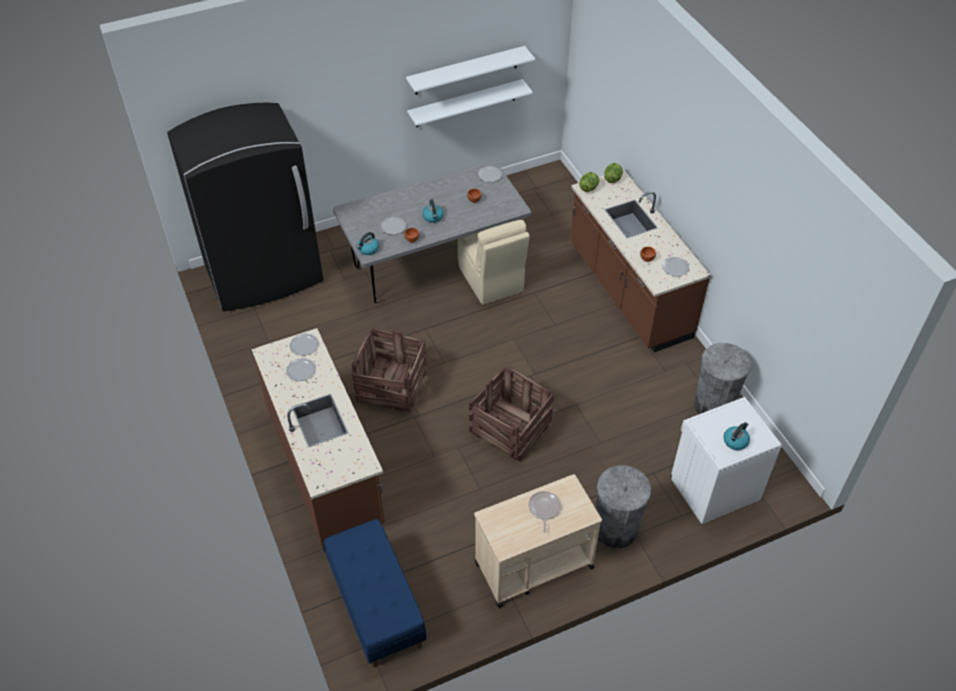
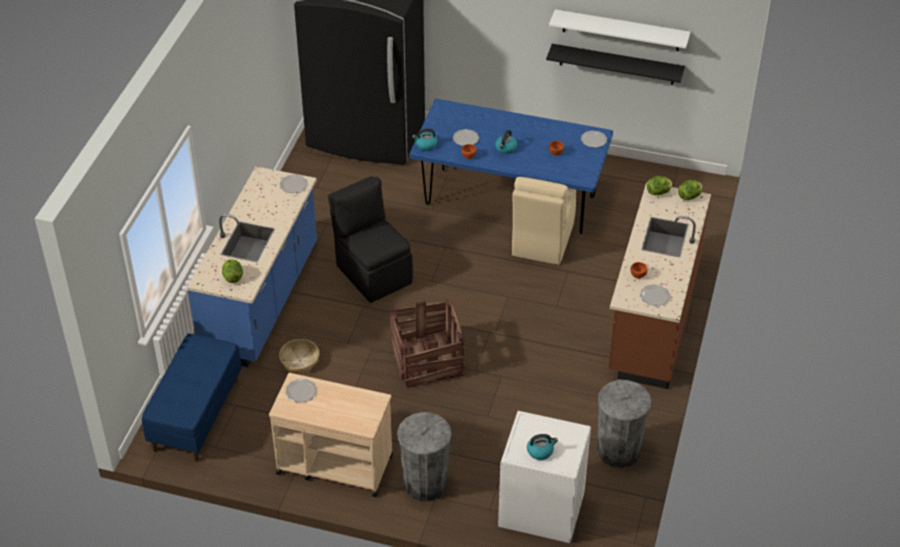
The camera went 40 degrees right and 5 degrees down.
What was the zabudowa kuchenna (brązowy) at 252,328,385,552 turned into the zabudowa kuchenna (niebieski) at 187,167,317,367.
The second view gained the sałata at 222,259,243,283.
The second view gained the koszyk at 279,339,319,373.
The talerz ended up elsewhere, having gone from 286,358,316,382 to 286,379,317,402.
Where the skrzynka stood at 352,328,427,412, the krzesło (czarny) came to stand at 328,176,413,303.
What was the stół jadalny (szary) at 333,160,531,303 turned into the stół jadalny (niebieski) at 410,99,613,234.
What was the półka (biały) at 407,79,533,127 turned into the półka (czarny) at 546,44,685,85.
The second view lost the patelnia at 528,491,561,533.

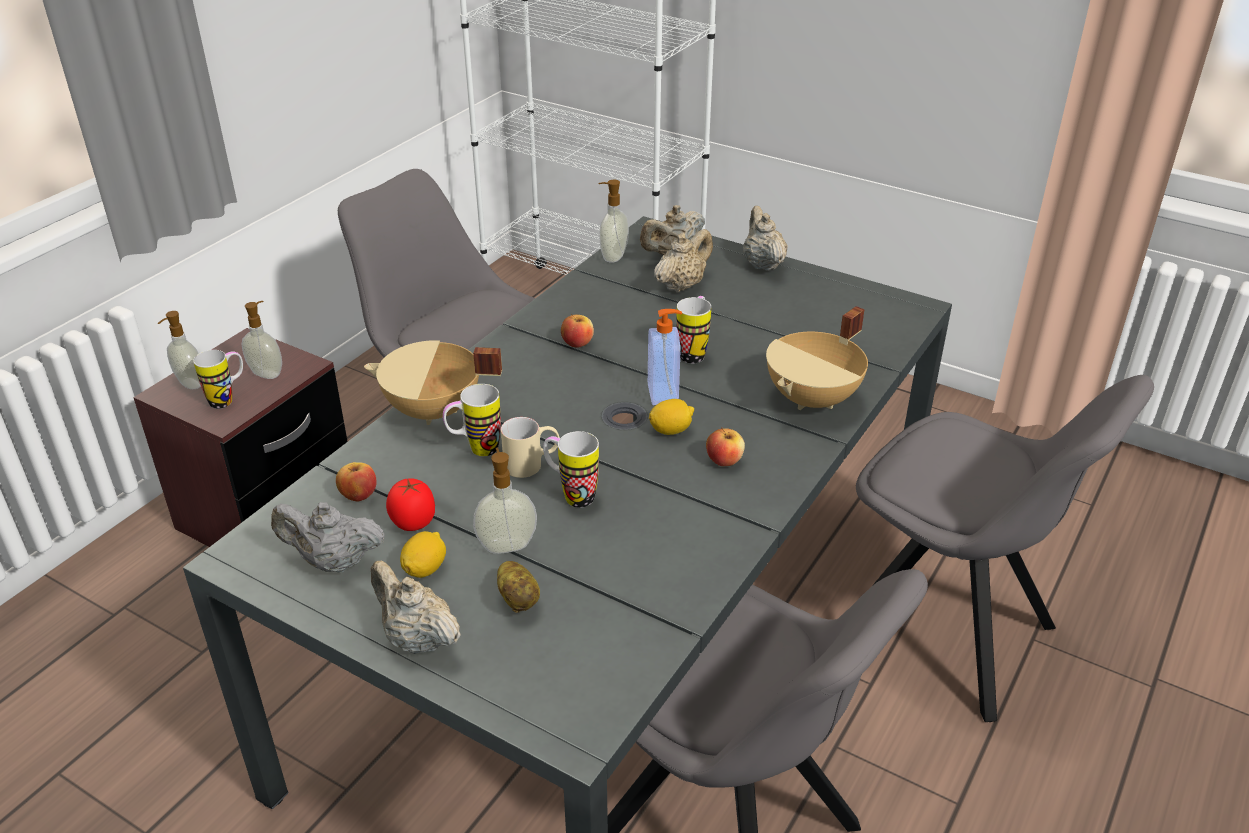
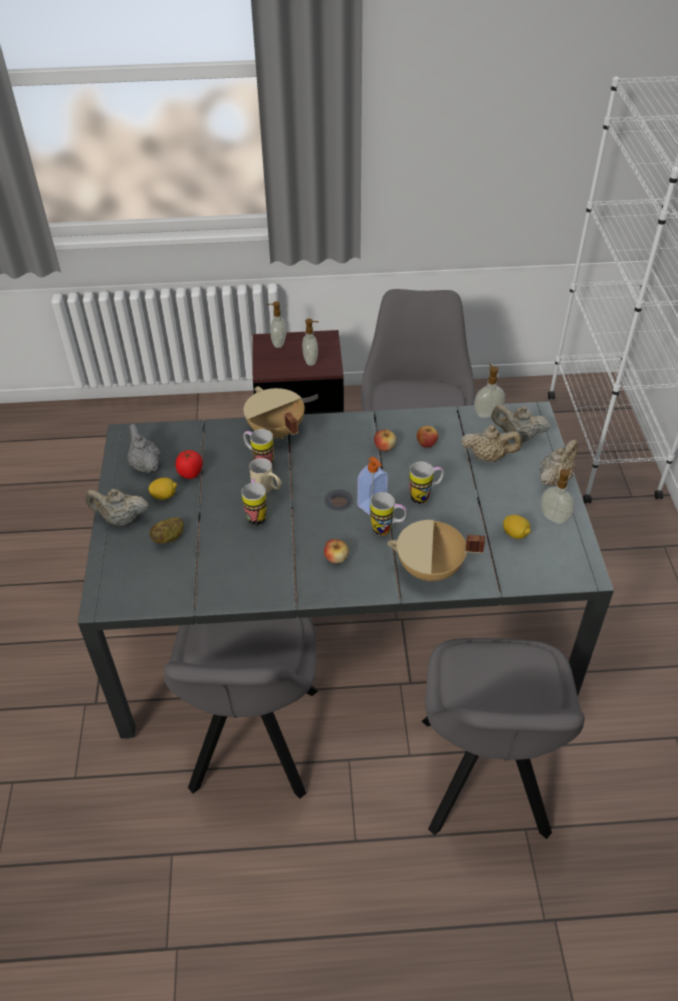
The camera went 55 degrees right and 10 degrees up.
The imbryk (beżowy) at 371,561,461,654 ended up facing another way, 90 degrees counterclockwise from before.
The kubek ended up elsewhere, having gone from 193,350,243,409 to 370,492,407,536.
The jabłko ended up elsewhere, having gone from 336,462,377,501 to 416,426,438,448.
The cytryna ended up elsewhere, having gone from 649,399,694,435 to 503,515,531,539.
The dozownik mydła ended up elsewhere, having gone from 473,447,537,554 to 540,467,575,524.

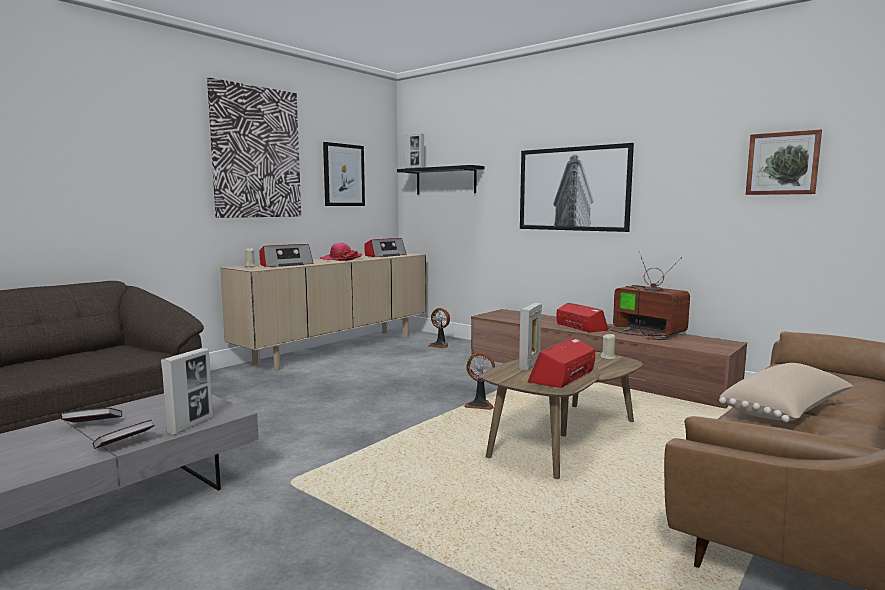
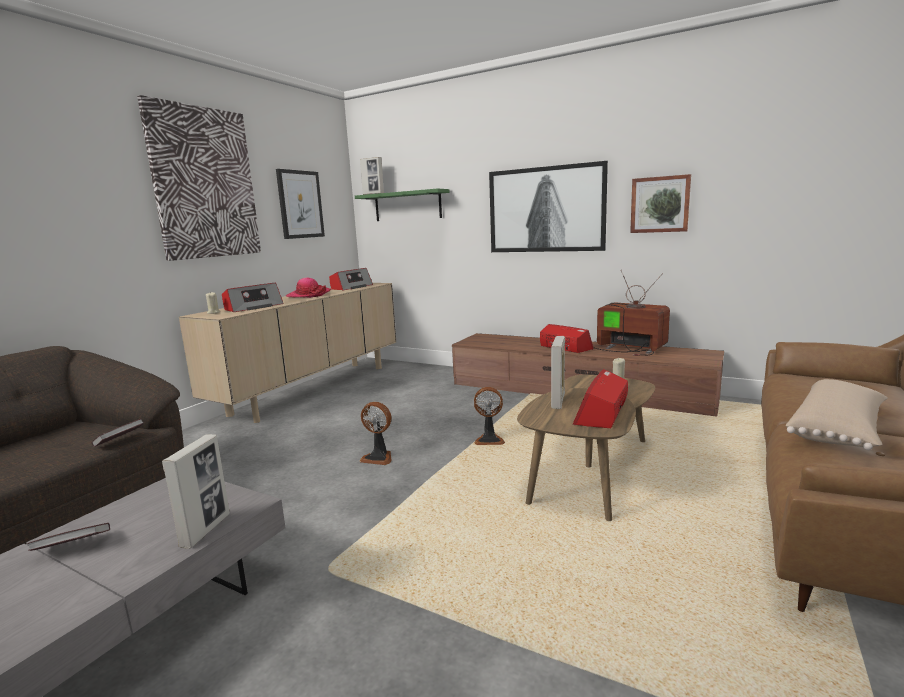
The camera went 10 degrees left and 5 degrees up.
The książka ended up elsewhere, having gone from 93,420,154,449 to 92,418,144,447.
What was the półka (czarny) at 397,165,484,194 turned into the półka (zielony) at 355,189,450,221.
The wentylator ended up elsewhere, having gone from 428,308,450,348 to 360,402,391,465.
The obraz ended up elsewhere, having gone from 746,130,822,195 to 630,174,691,233.

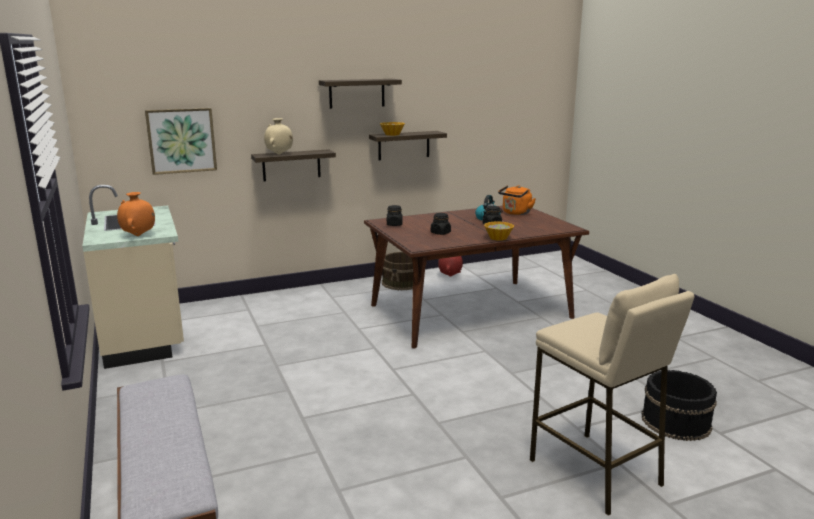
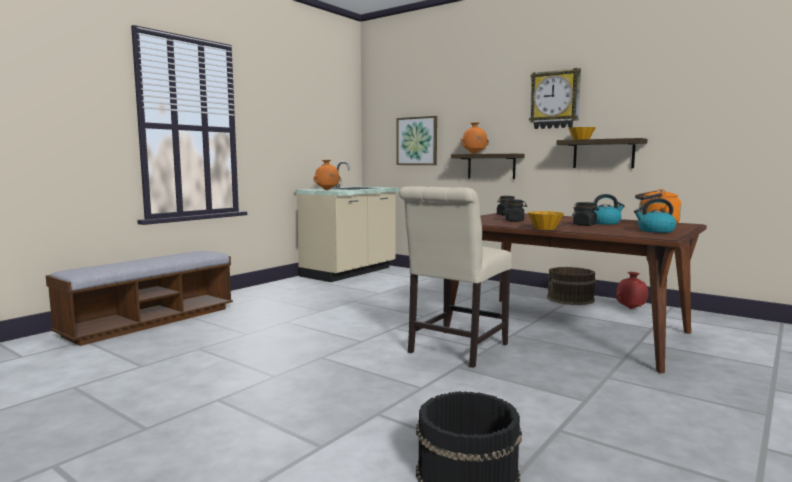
The camera went 60 degrees right and 10 degrees down.
The second view gained the krzesło (beżowy) at 399,186,512,368.
What was the wazon (beżowy) at 264,118,293,155 turned into the wazon (pomarańczowy) at 460,122,489,154.
Where the półka hung at 319,79,402,109, the zegar ścienny came to hang at 529,68,581,129.
The second view gained the czajnik at 634,198,677,233.
The second view lost the stołek (beżowy) at 530,274,694,516.

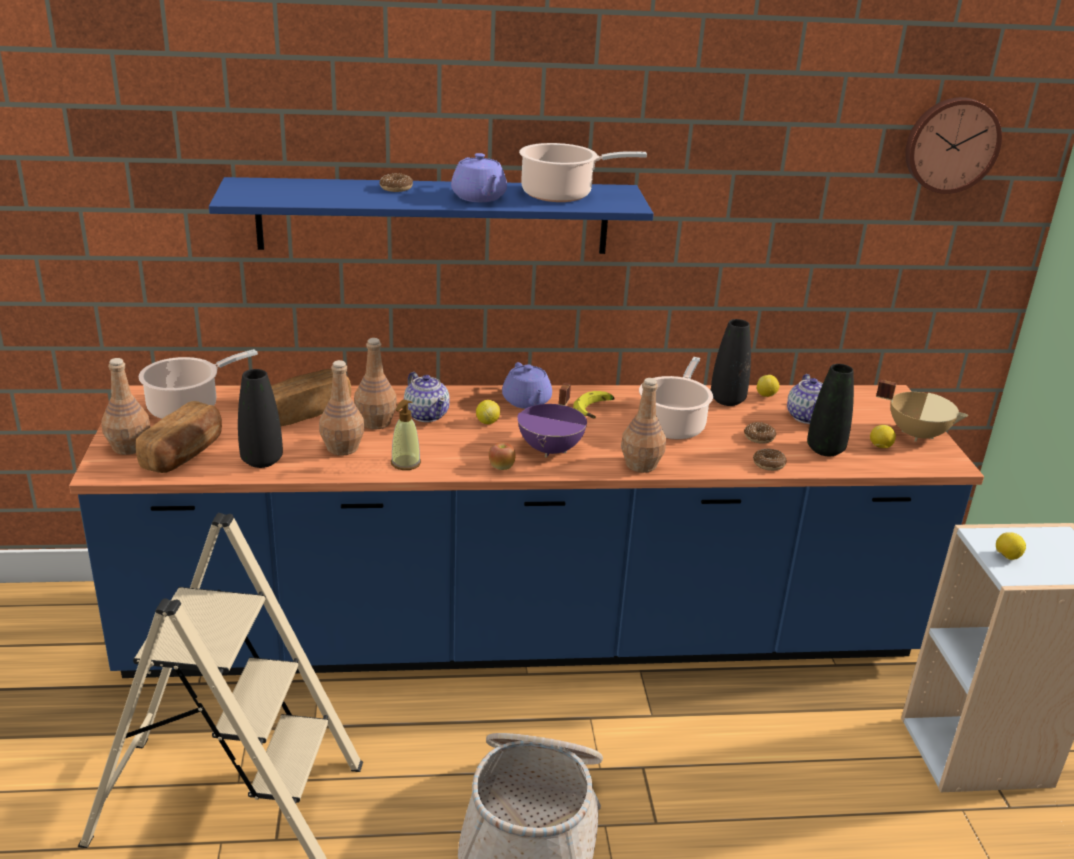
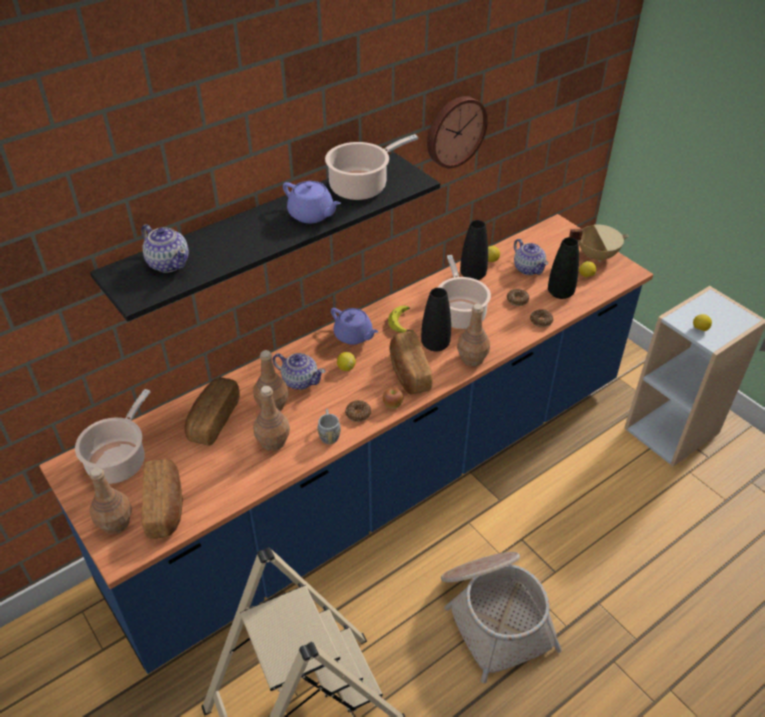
The camera went 30 degrees left and 15 degrees up.
What was the półka (niebieski) at 209,177,654,254 turned into the półka (czarny) at 90,153,440,322.
The second view gained the imbryk at 141,224,189,273.
Where the dozownik mydła stood at 391,400,421,470, the kubek (szary) came to stand at 318,409,341,444.
The donut ended up elsewhere, having gone from 379,173,413,192 to 345,400,371,422.
Where the garnek (fioletowy) stood at 517,382,587,458, the chleb came to stand at 390,331,433,394.
The wazon (czarny) ended up elsewhere, having gone from 238,369,283,468 to 421,288,451,352.
The zegar ścienny ended up elsewhere, having gone from 905,97,1002,194 to 427,96,488,168.

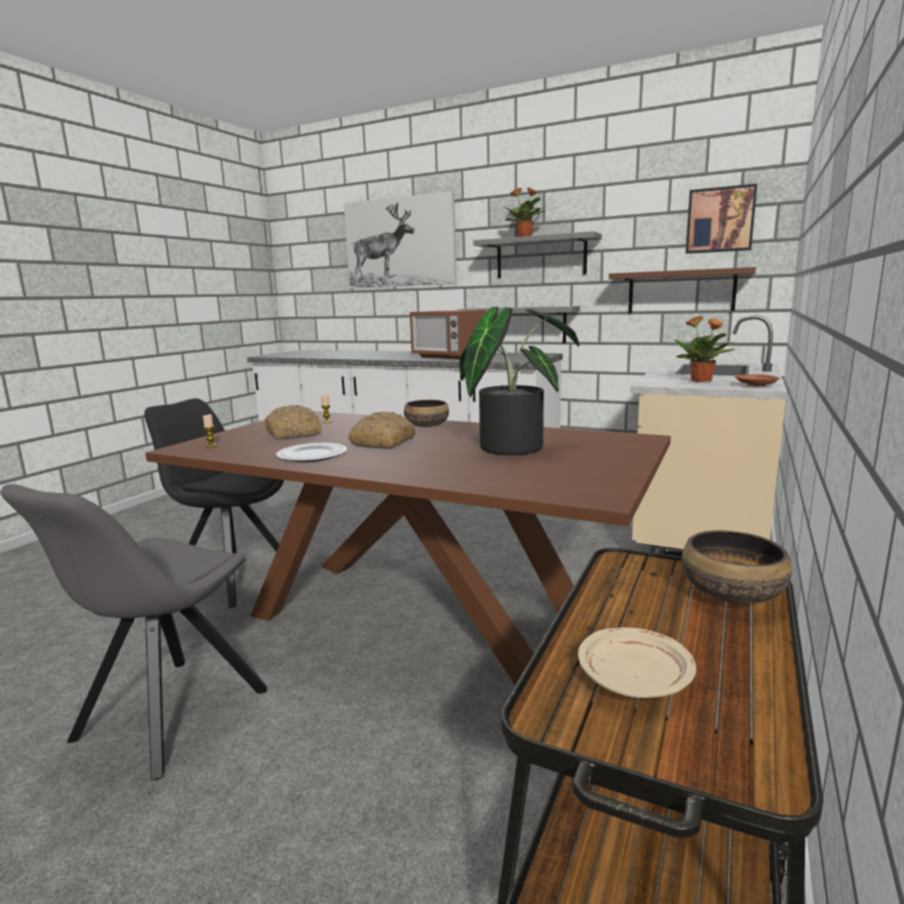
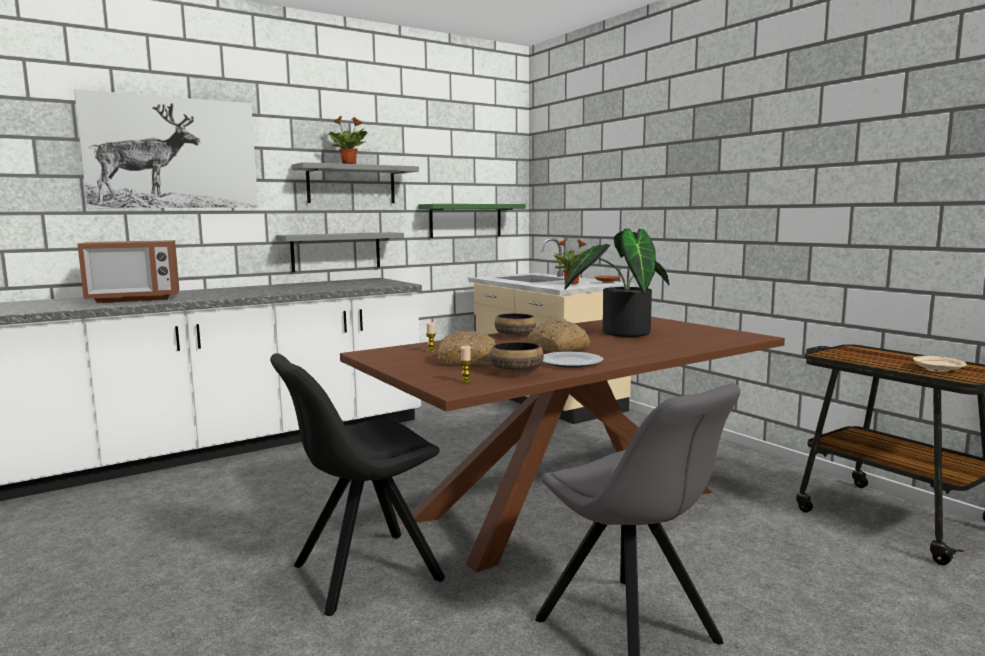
The camera went 60 degrees left and 5 degrees down.
The mikrofalówka ended up elsewhere, having gone from 410,310,485,359 to 78,240,179,303.
What was the półka (brązowy) at 609,267,756,313 turned into the półka (zielony) at 418,204,526,238.
The miska ended up elsewhere, having gone from 682,530,792,604 to 490,342,544,374.
The second view lost the obraz at 686,184,757,254.

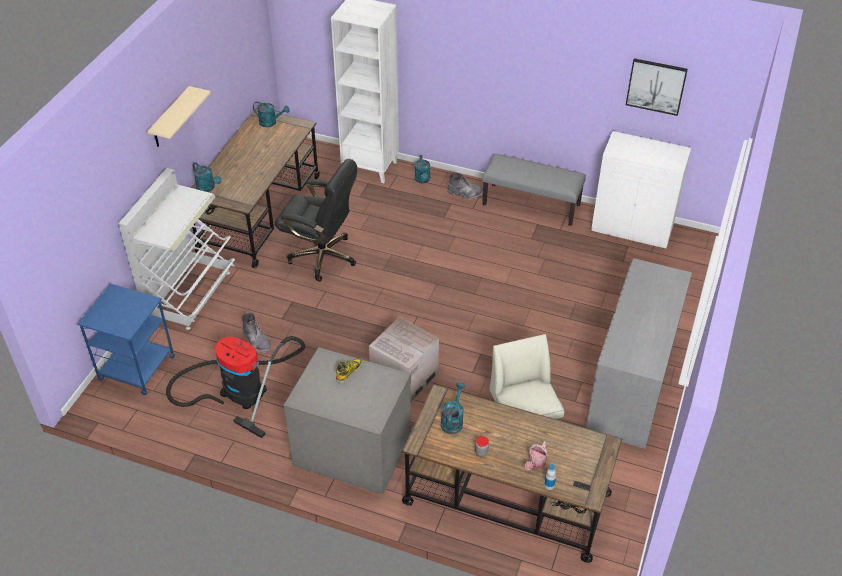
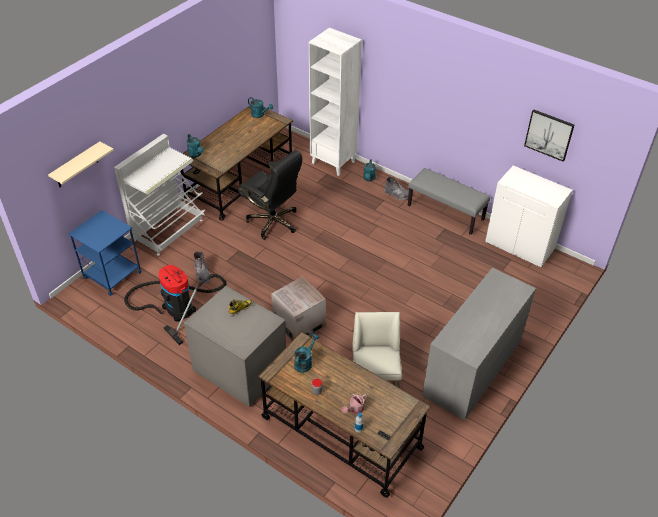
The camera went 15 degrees right and 0 degrees up.
The półka (beżowy) ended up elsewhere, having gone from 147,86,211,147 to 48,141,114,187.

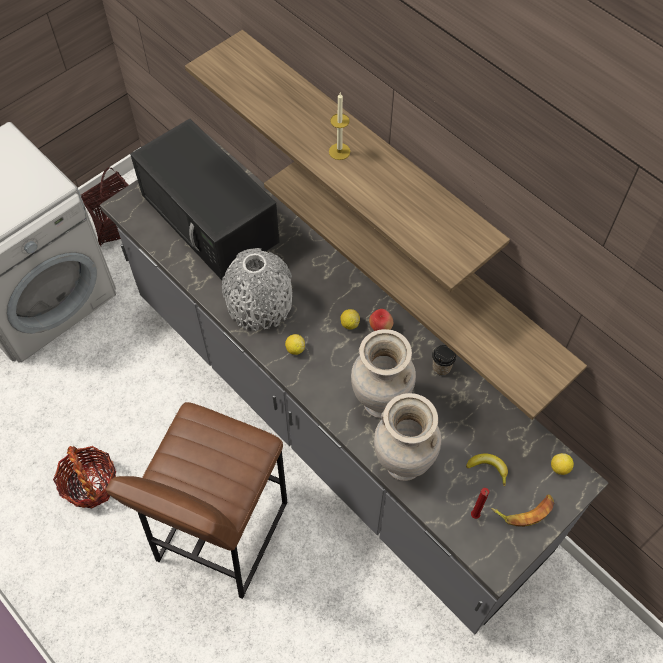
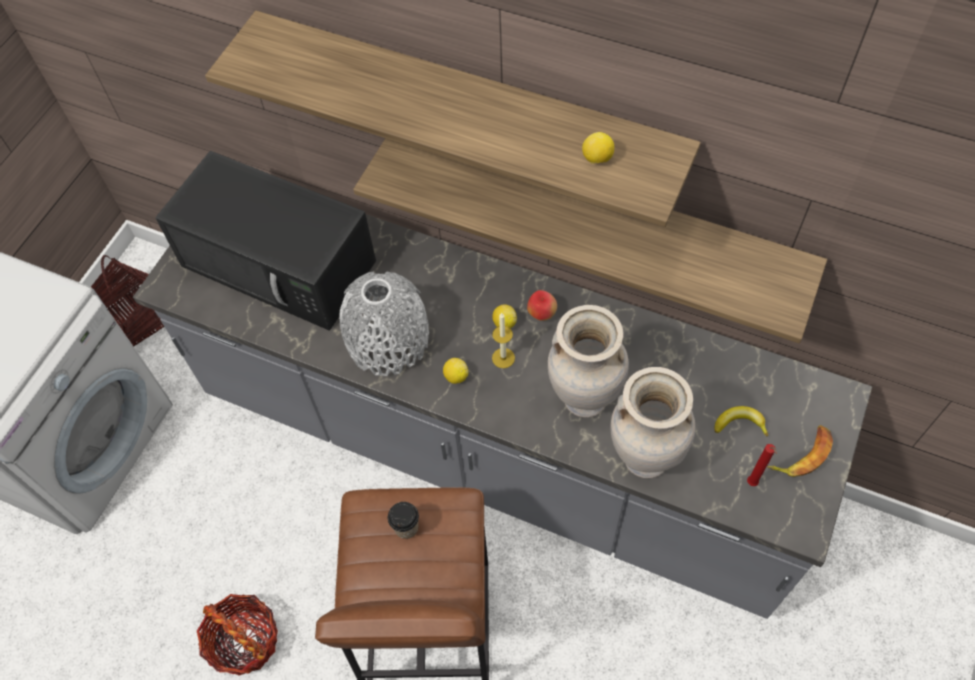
The camera went 20 degrees left and 0 degrees up.
The filiżanka ended up elsewhere, having gone from 432,345,456,376 to 388,502,419,539.
The świeca ended up elsewhere, having gone from 329,93,350,160 to 492,313,515,368.
The cytryna ended up elsewhere, having gone from 551,453,574,475 to 582,132,614,163.

